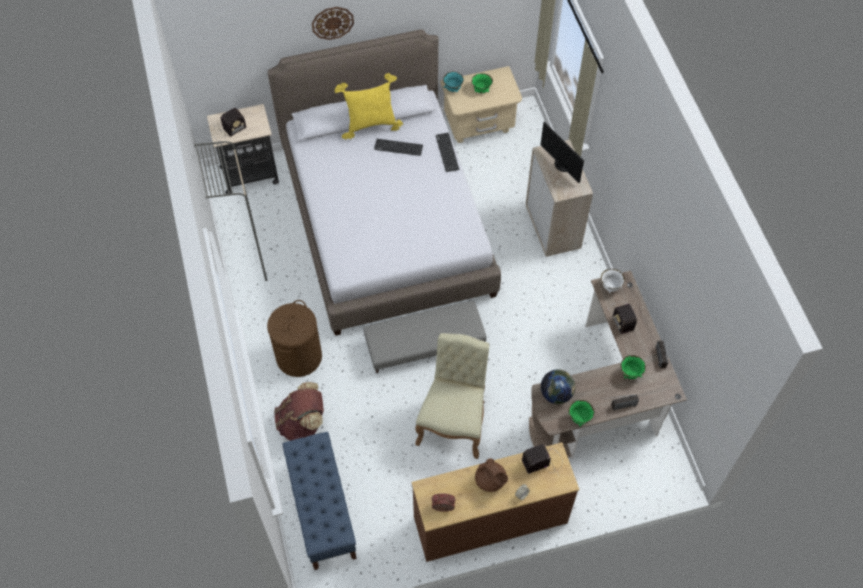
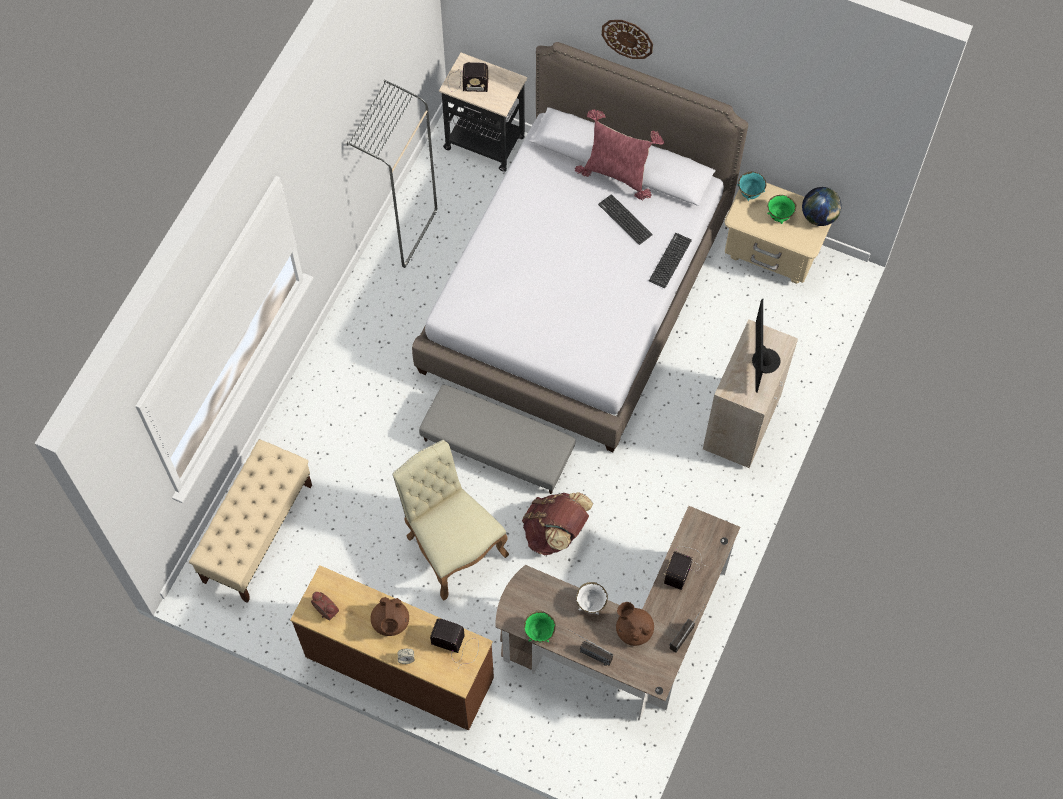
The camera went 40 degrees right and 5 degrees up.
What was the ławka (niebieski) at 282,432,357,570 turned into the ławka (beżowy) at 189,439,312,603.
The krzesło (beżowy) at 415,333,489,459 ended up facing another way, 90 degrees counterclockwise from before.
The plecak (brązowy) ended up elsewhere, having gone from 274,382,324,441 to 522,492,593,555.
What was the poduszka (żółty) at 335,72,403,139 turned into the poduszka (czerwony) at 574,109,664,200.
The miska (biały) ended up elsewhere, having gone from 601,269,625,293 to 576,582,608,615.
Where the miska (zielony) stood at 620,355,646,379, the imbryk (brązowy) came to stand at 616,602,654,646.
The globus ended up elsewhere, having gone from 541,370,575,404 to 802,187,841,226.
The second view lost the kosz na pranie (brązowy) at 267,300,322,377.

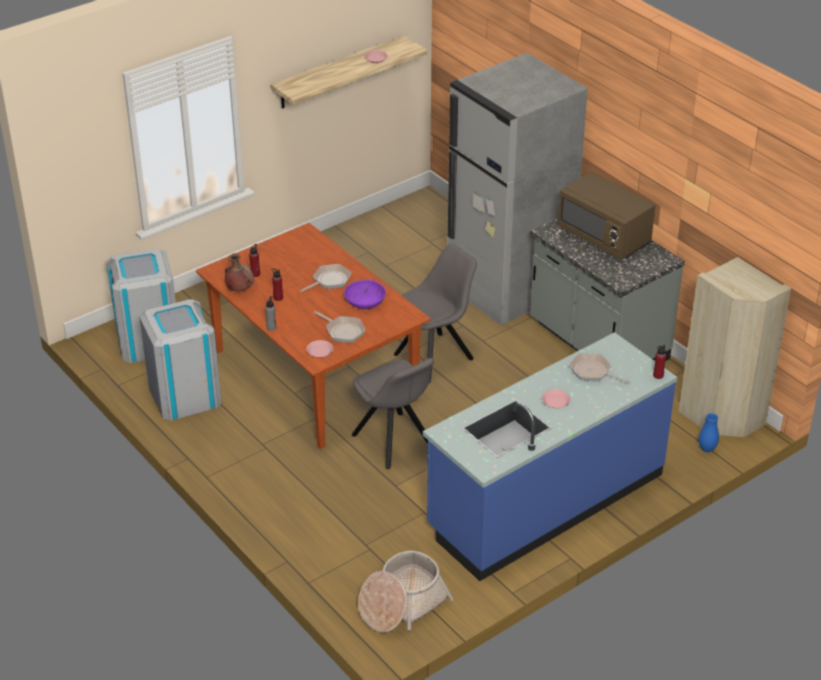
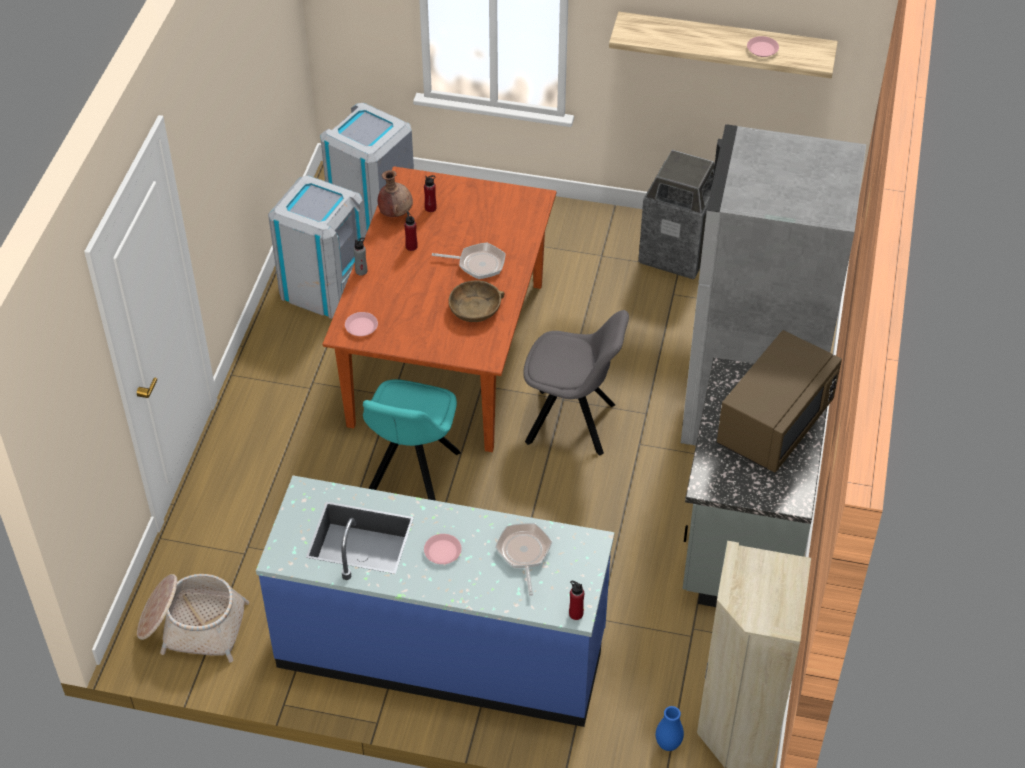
The camera went 50 degrees right and 10 degrees up.
What was the krzesło (szary) at 352,358,434,469 turned into the krzesło (turkusowy) at 363,379,461,501.
What was the miska (fioletowy) at 344,279,386,309 turned into the miska (brązowy) at 448,280,504,322.
The second view gained the kosz na śmieci at 638,150,715,280.
The mikrofalówka (brązowy) at 558,172,655,259 ended up facing another way, 150 degrees counterclockwise from before.
The second view lost the patelnia at 314,311,366,343.

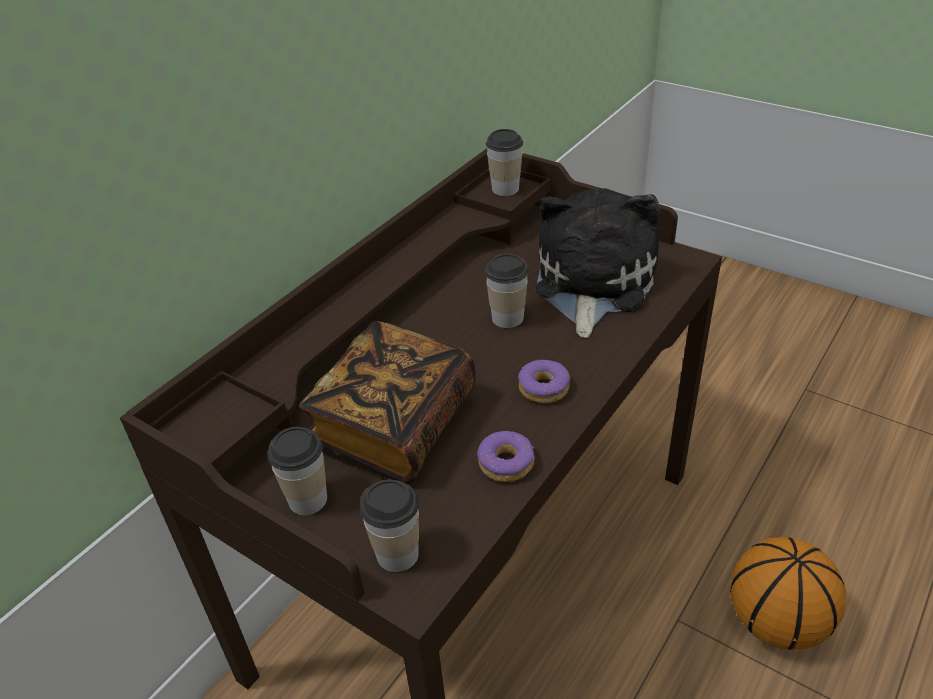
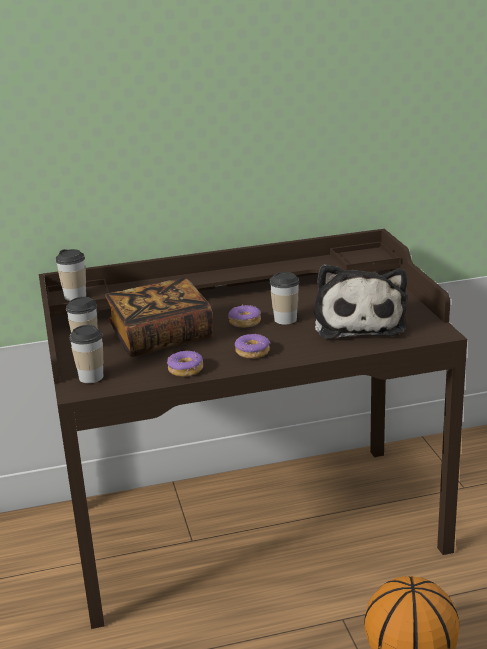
The camera went 40 degrees right and 15 degrees down.
The filiżanka ended up elsewhere, having gone from 486,129,523,196 to 56,249,86,301.
The second view gained the donut at 228,304,261,328.
The pluszak at 536,188,660,338 ended up facing another way, 120 degrees clockwise from before.

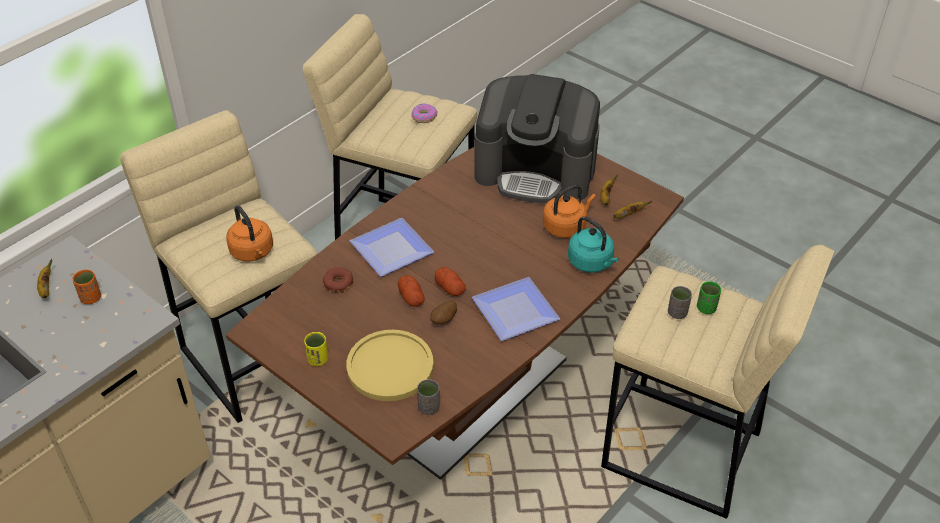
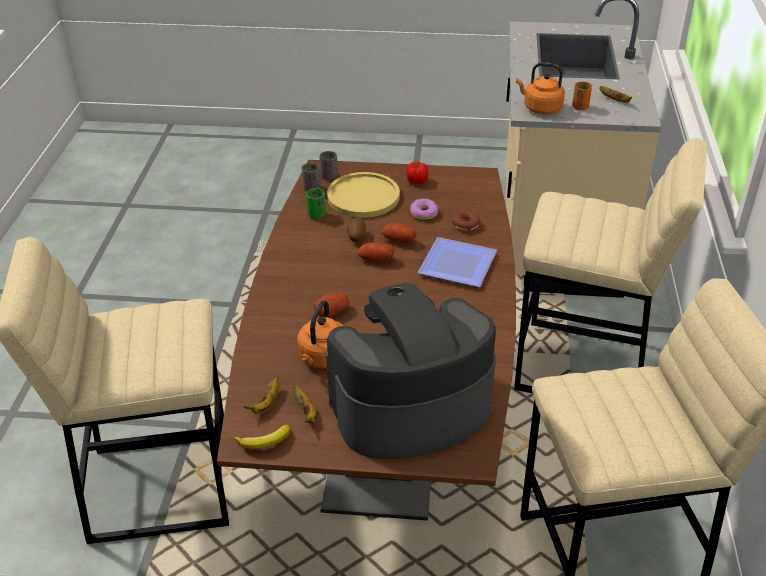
The camera went 145 degrees right and 5 degrees down.
The second view gained the banan at 234,424,290,449.
The filiżanka (zielony) ended up elsewhere, having gone from 697,281,721,314 to 306,188,326,219.
The second view gained the ziemniak at 314,293,350,318.
The filiżanka (szary) ended up elsewhere, having gone from 668,286,692,319 to 319,151,338,180.
Where the filiżanka (żółty) stood at 304,332,328,366, the pomidor came to stand at 406,161,428,184.
The donut ended up elsewhere, having gone from 412,104,437,123 to 410,199,438,220.
The czajnik (pomarańczowy) ended up elsewhere, having gone from 226,205,273,262 to 516,62,565,114.
The second view lost the talerz at 472,277,560,341.
The second view lost the czajnik (turkusowy) at 568,216,619,273.

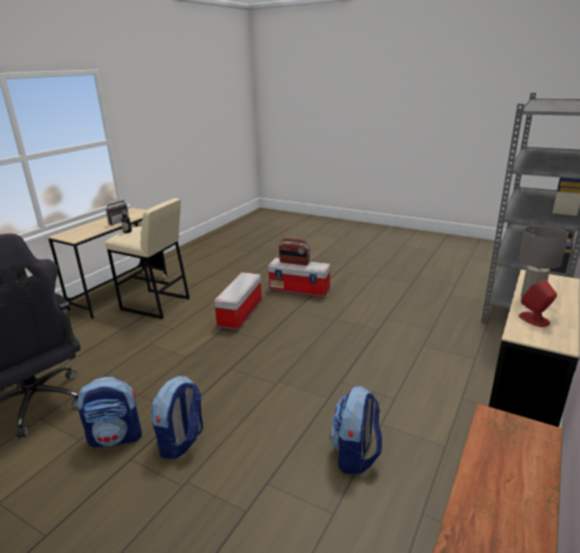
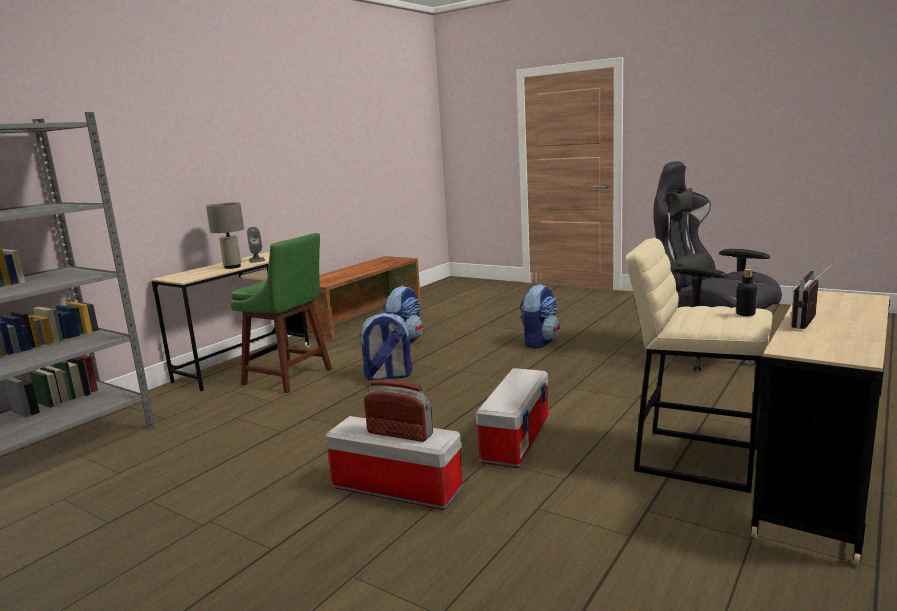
The camera went 175 degrees left and 10 degrees down.
The second view gained the krzesło (zielony) at 231,233,332,393.
What was the głośnik (czerwony) at 519,280,557,327 turned into the głośnik (szary) at 247,227,265,263.
The plecak ended up elsewhere, having gone from 77,377,142,447 to 359,313,412,381.

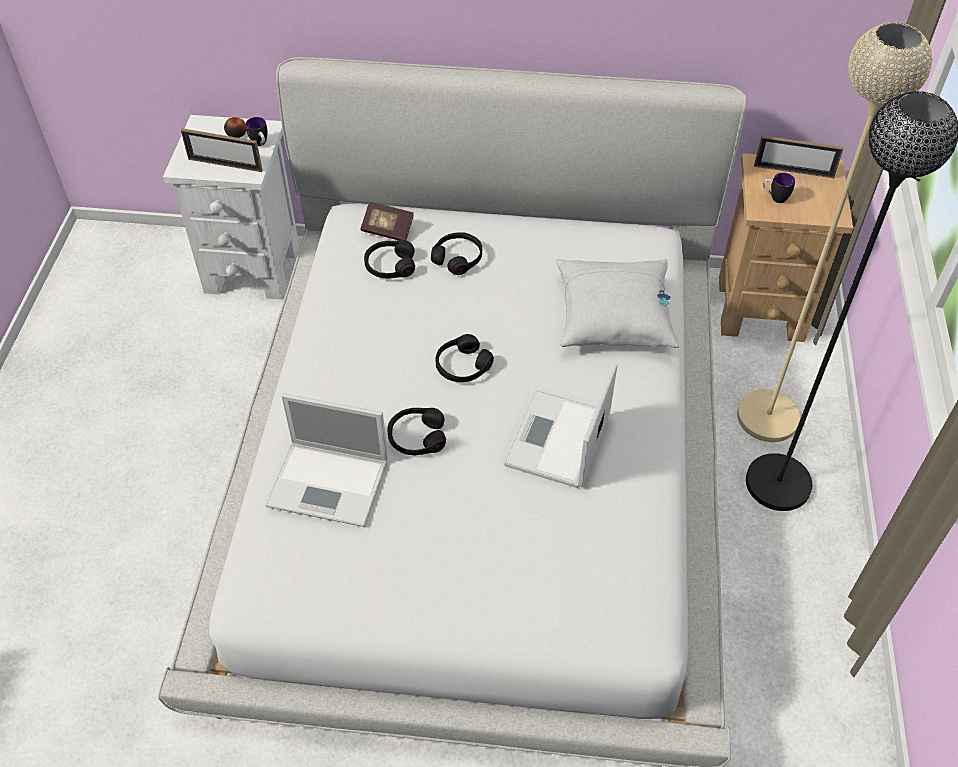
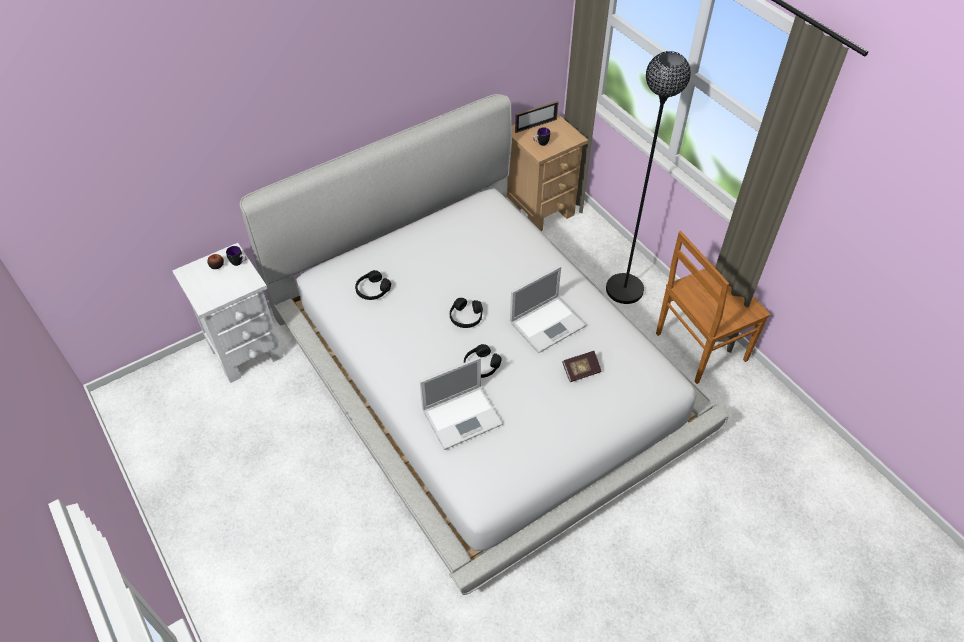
The camera went 40 degrees left and 0 degrees up.
The laptop at 504,363,618,488 ended up facing another way, 105 degrees counterclockwise from before.
The książka ended up elsewhere, having gone from 360,202,414,241 to 562,351,601,382.
The second view gained the krzesło (brązowy) at 656,231,770,384.
The second view lost the ramka na zdjęcie at 181,128,262,172.
The second view lost the słuchawki (czarny) at 431,232,482,275.
The second view lost the poduszka (szary) at 556,259,679,348.
The second view lost the lampa stojąca (beżowy) at 737,22,933,442.

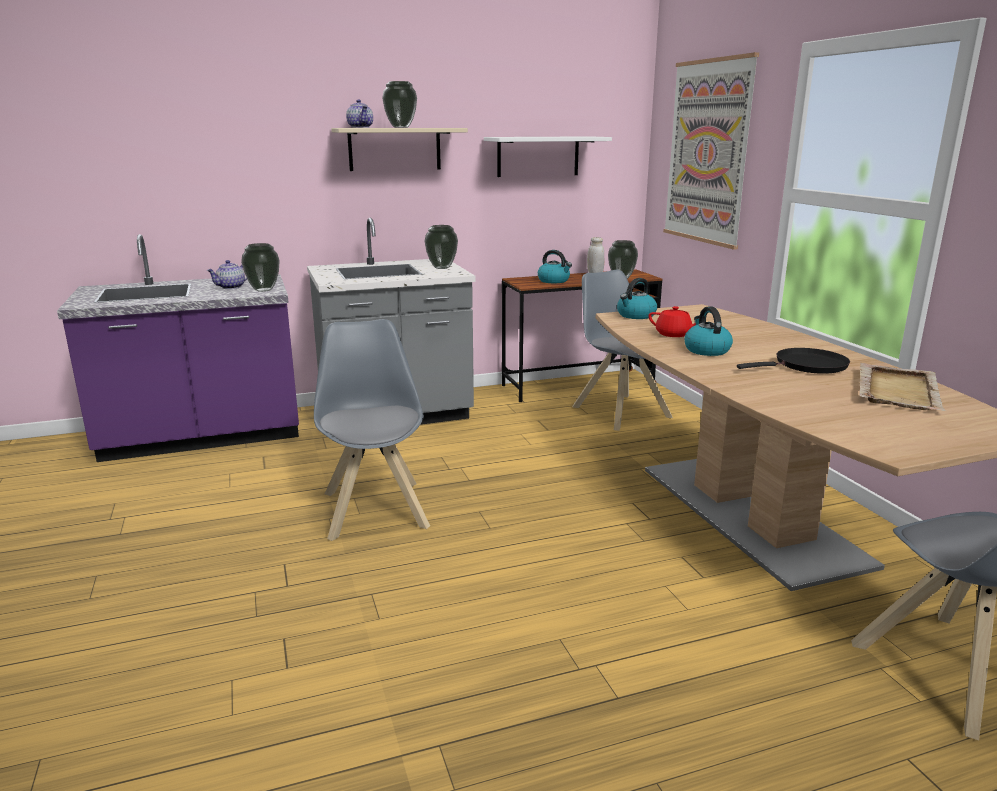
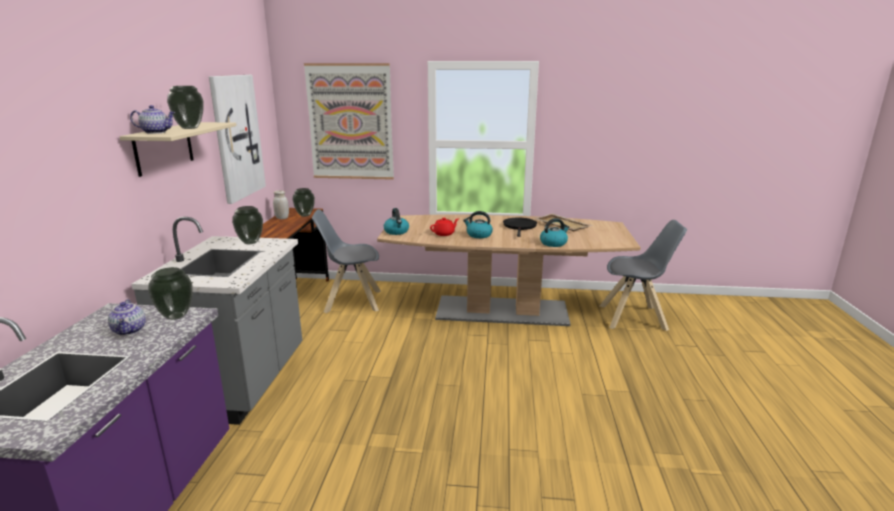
The camera went 65 degrees left and 0 degrees up.
Where the półka (biały) hung at 484,136,612,177, the obraz came to hang at 209,75,266,204.
The czajnik ended up elsewhere, having gone from 538,250,572,283 to 540,218,569,247.
The second view lost the krzesło (szary) at 314,319,430,541.

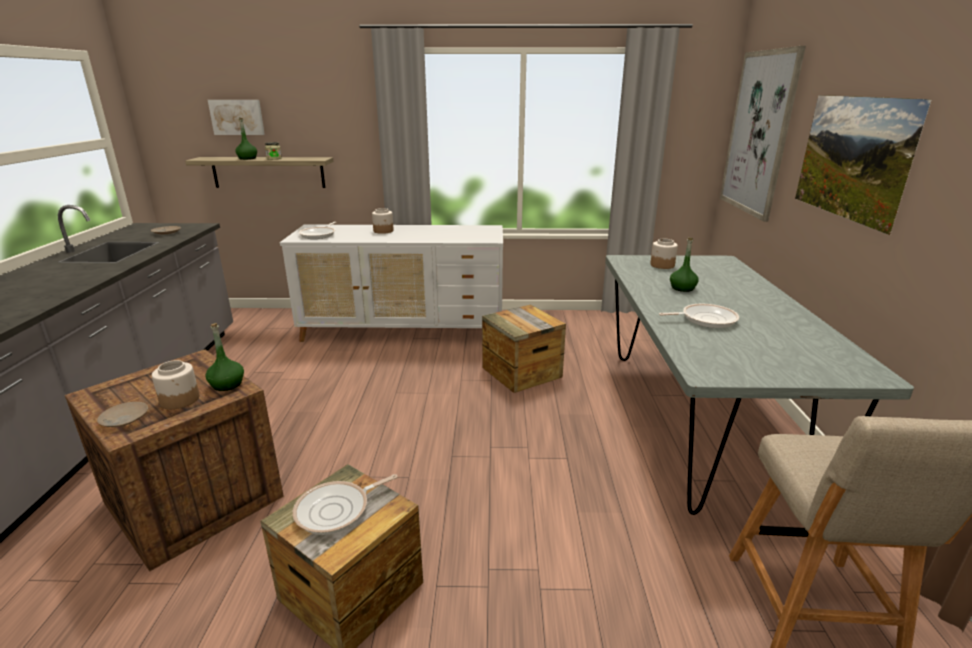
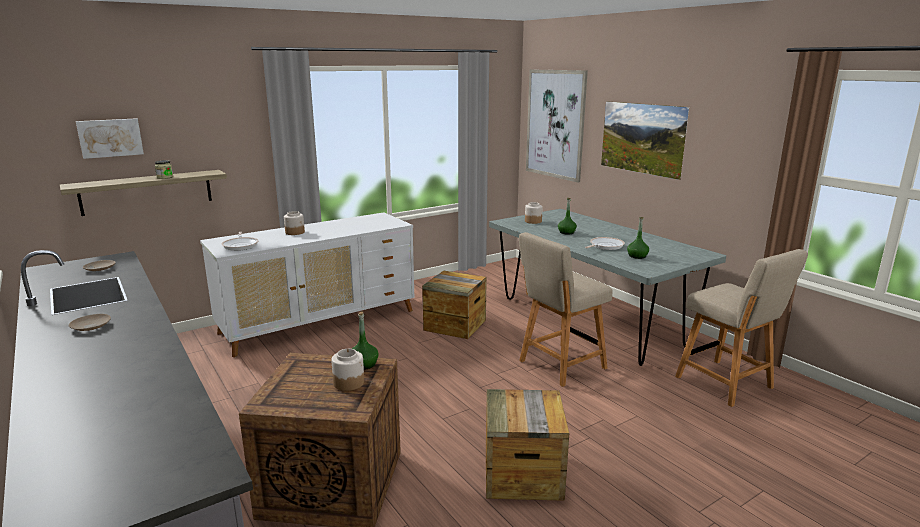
The camera went 35 degrees left and 5 degrees down.
The talerz (beżowy) ended up elsewhere, having gone from 97,402,148,427 to 69,314,111,331.
The second view gained the krzesło (beżowy) at 519,232,612,387.
The butelka (zielony) ended up elsewhere, having gone from 235,118,257,160 to 627,217,649,259.
The second view lost the patelnia at 293,474,398,535.

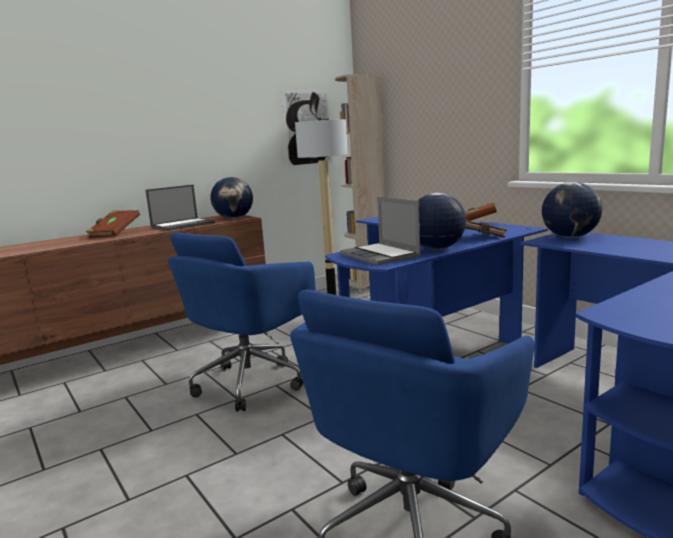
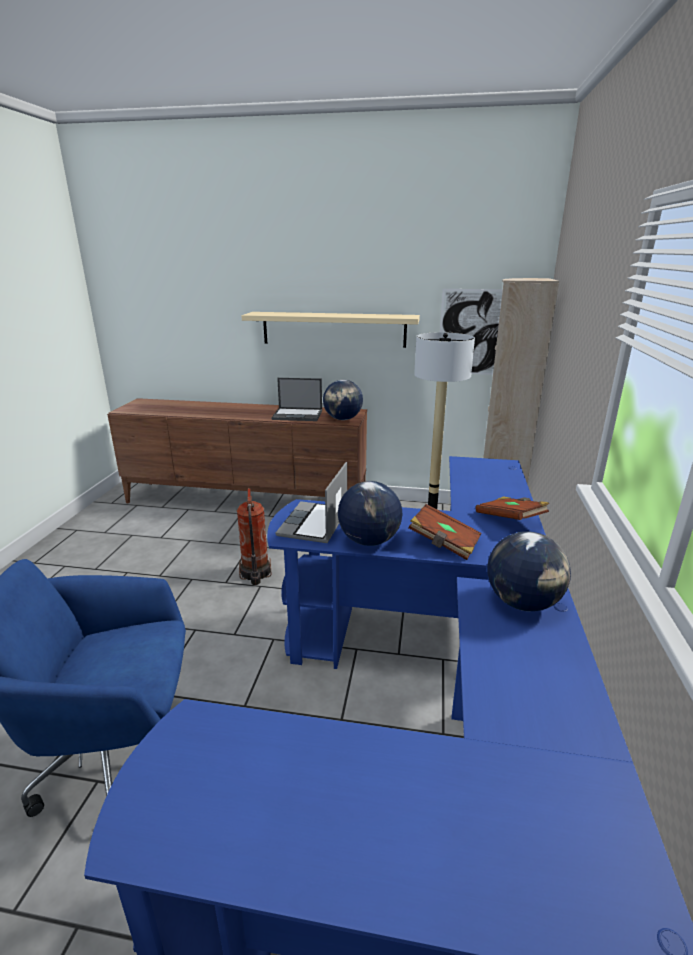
The camera went 45 degrees right and 10 degrees up.
Where the krzesło biurowe (niebieski) stood at 168,232,316,411, the gaśnica came to stand at 237,488,271,585.
The second view gained the półka (beżowy) at 241,312,420,348.
The second view lost the książka (brązowy) at 86,210,140,238.

